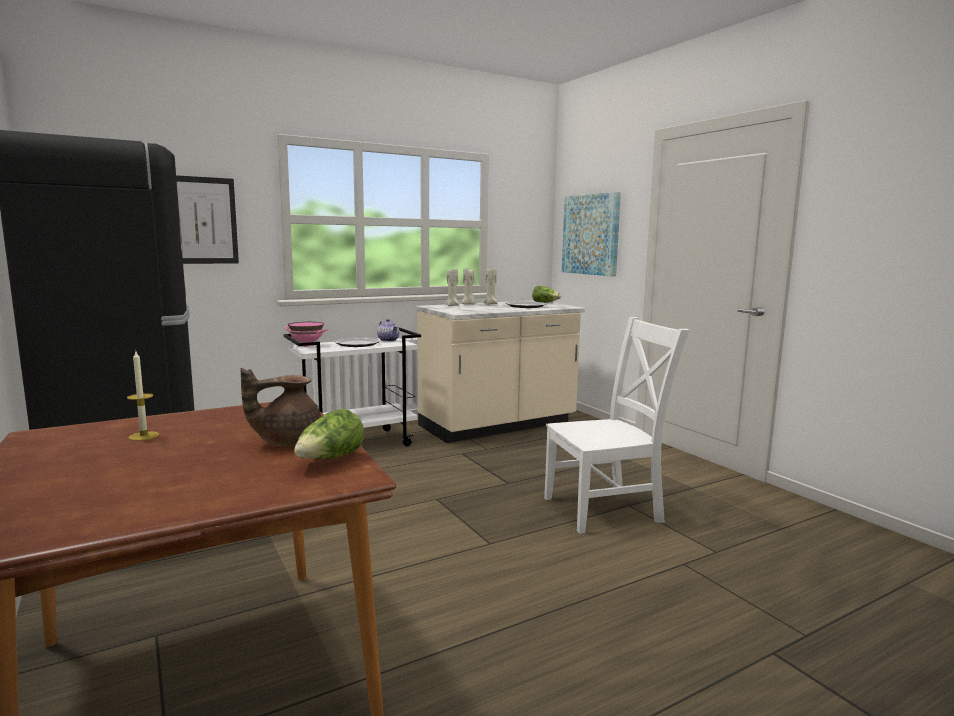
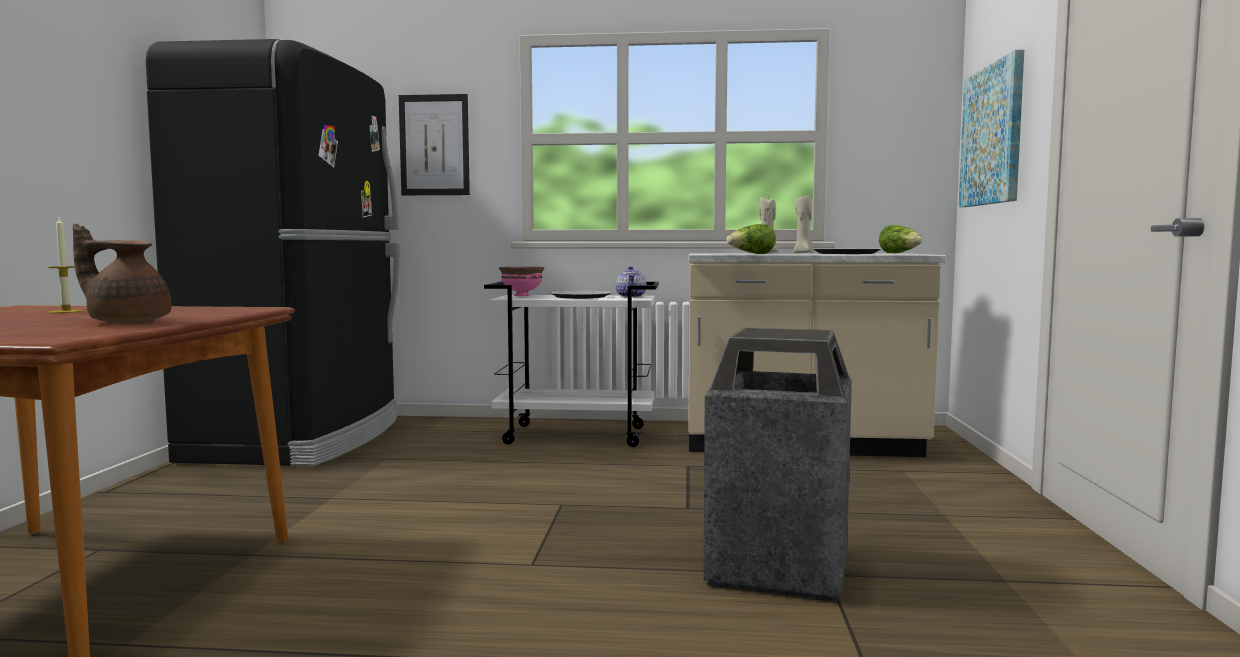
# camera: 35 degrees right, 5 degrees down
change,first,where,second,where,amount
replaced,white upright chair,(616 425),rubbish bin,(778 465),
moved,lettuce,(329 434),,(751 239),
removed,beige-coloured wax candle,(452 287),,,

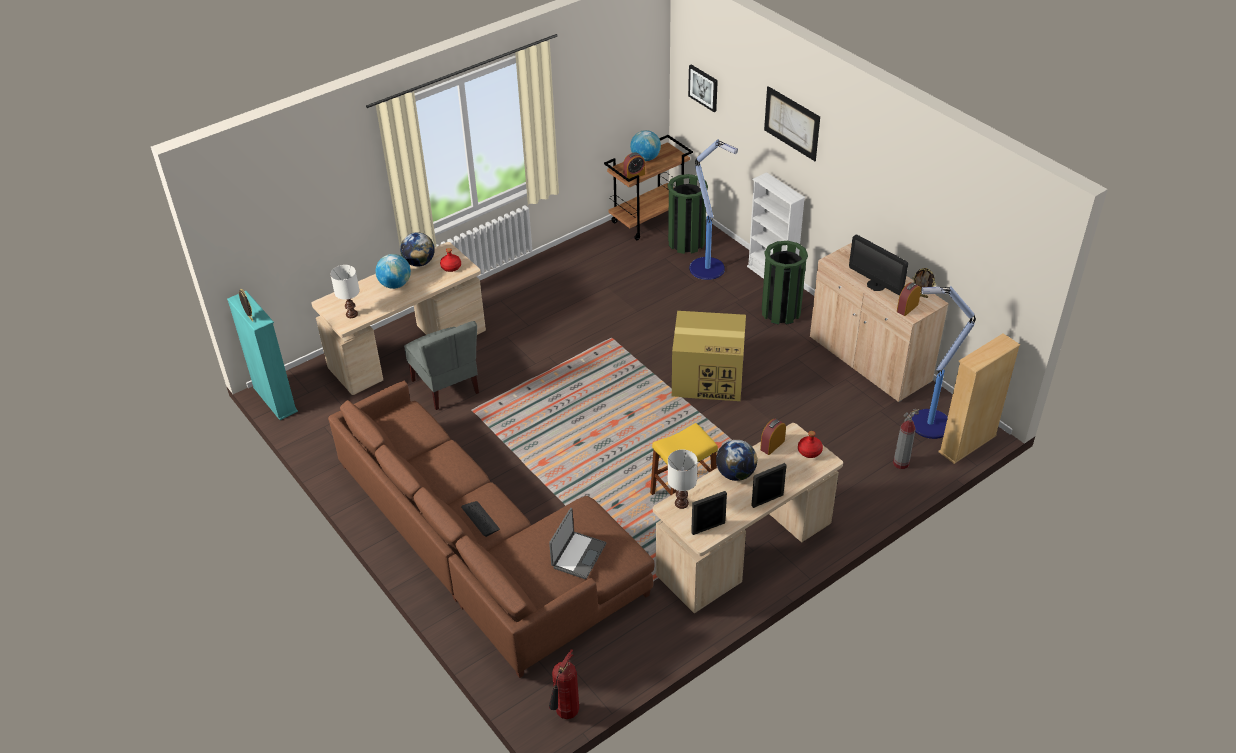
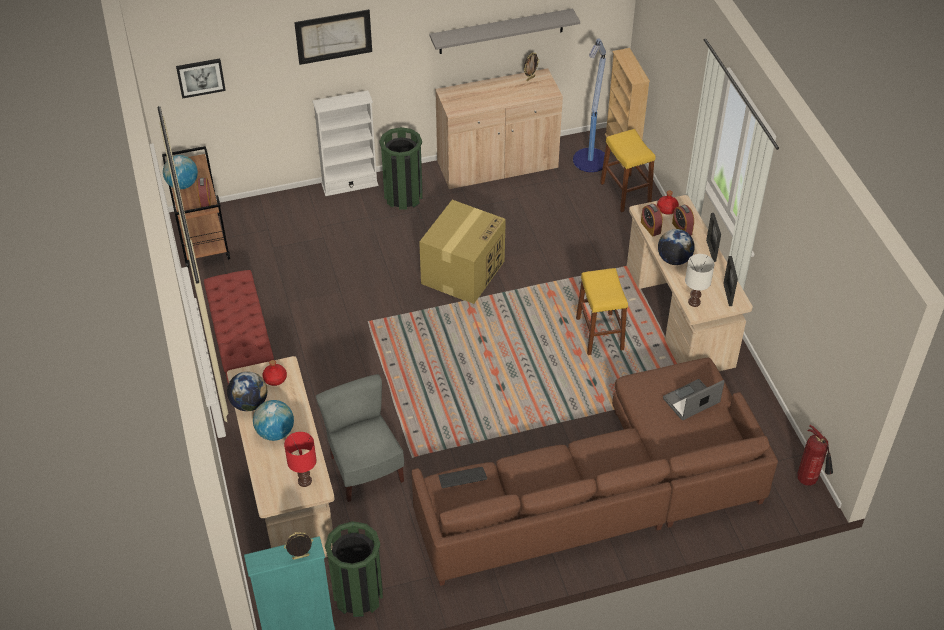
# camera: 70 degrees left, 5 degrees up
change,first,where,second,where,amount
added,,,red-coloured indoor bench,(239 327),
recoloured,white tabletop lamp,(345 291),red-coloured tabletop lamp,(300 459),
turned,gray upright chair,(441 365),,(360 438),105 degrees counterclockwise
moved,green-coloured rubbish bin,(688 214),,(354 569),
added,,,gray wall shelf,(504 31),
moved,computer keyboard,(480 519),,(463 477),
replaced,fire-fighting cylinder,(906 439),yellowish stool,(628 170),
turned,portable computer,(577 543),,(694 399),75 degrees counterclockwise
moved,table clock,(909 299),,(683 220),
removed,standard lamp,(713 209),,,
removed,computer display,(878 265),,,

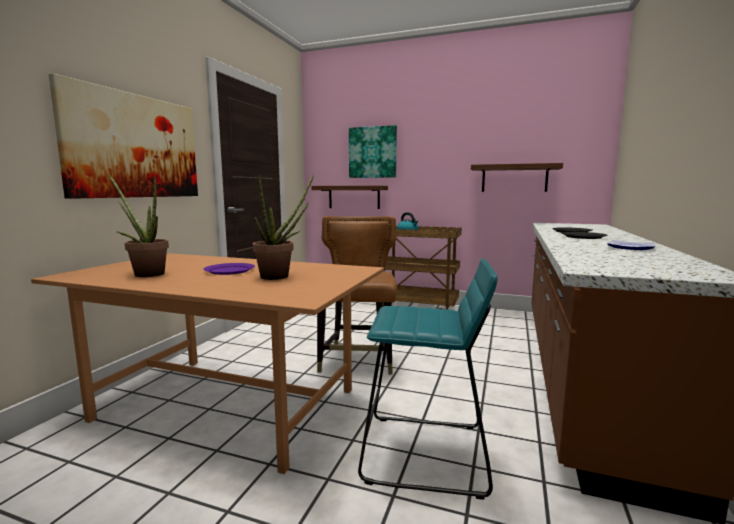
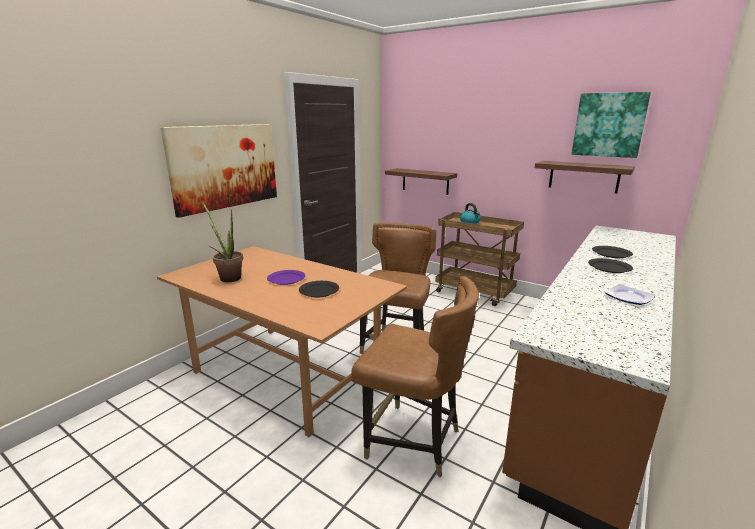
# camera: 15 degrees right, 10 degrees up
change,first,where,second,where,amount
replaced,houseplant,(283 227),black-coloured flat dish,(319 289),
replaced,blue-green stool,(428 379),brown upright chair,(415 376),
moved,picture,(373 151),,(611 125),

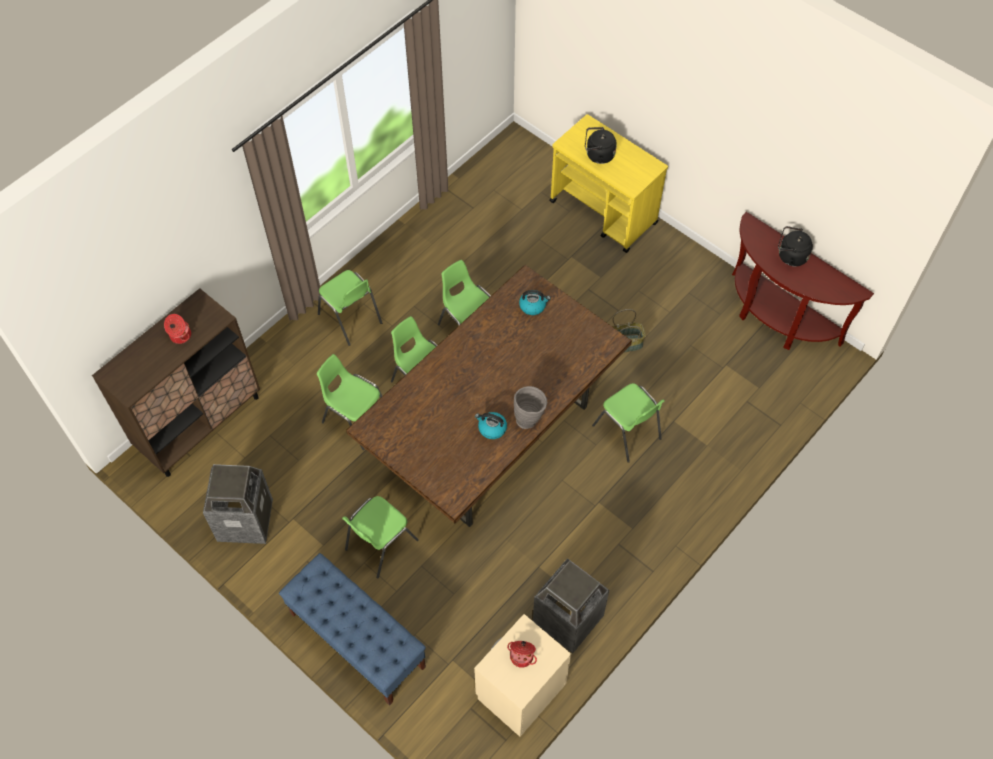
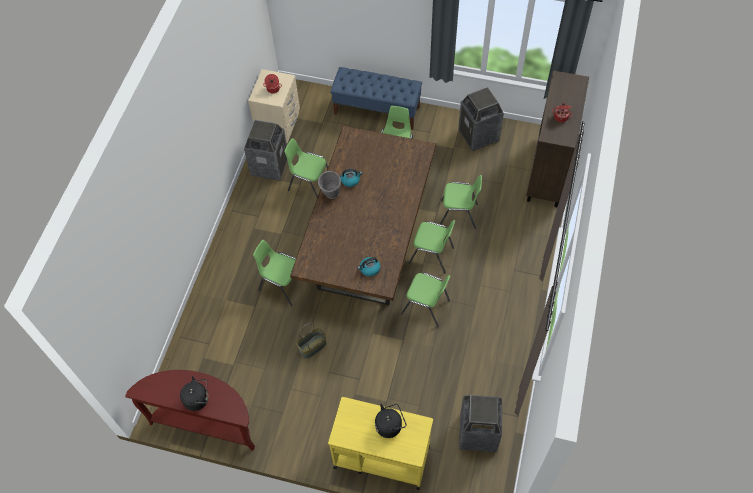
# camera: 155 degrees right, 0 degrees up
change,first,where,second,where,amount
moved,green-coloured upright chair,(350 308),,(306 168),
added,,,rubbish bin,(480 423),

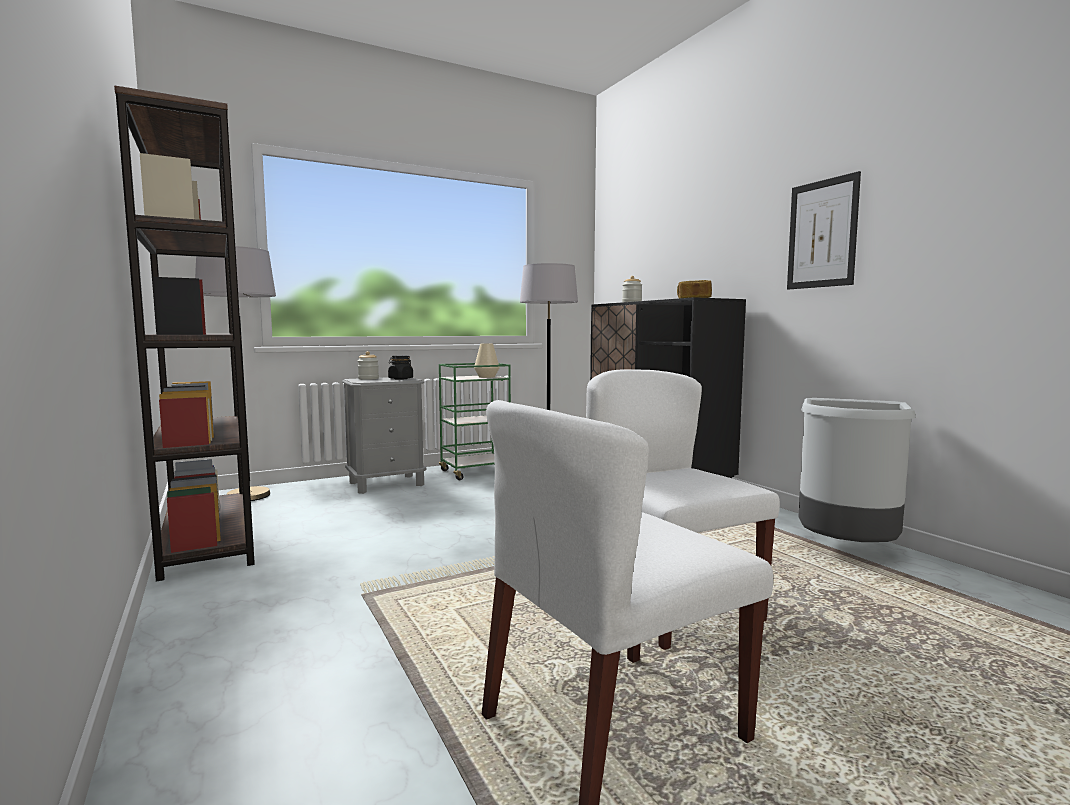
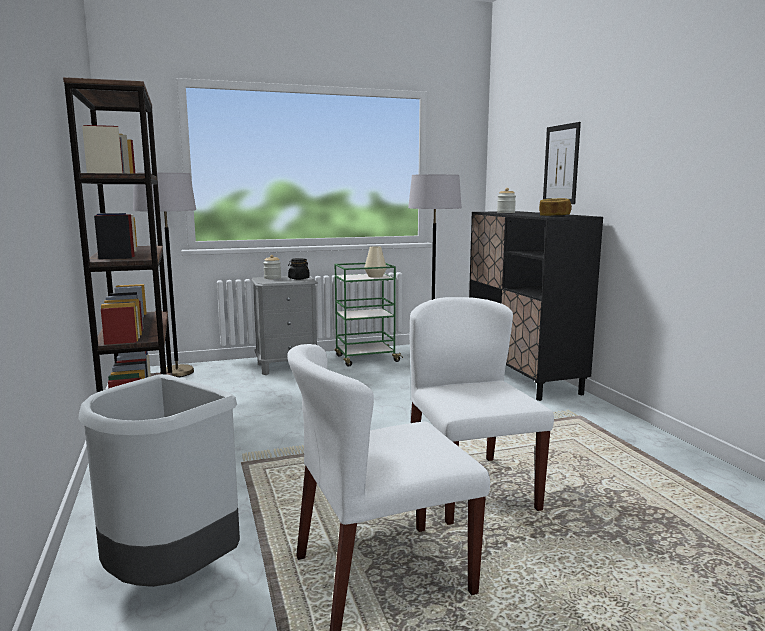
# camera: 10 degrees right, 5 degrees up
change,first,where,second,where,amount
moved,gray rubbish bin,(857 470),,(159 480),
moved,picture,(824 230),,(562 163),

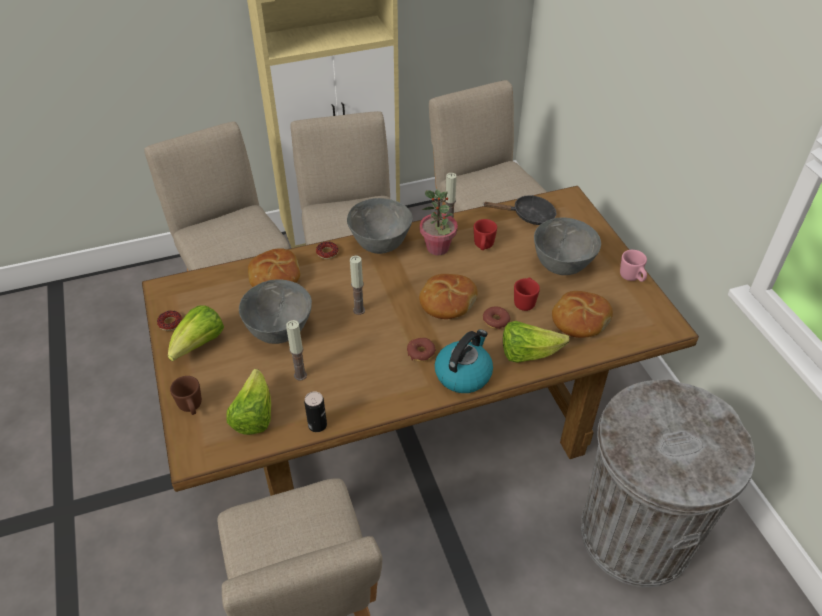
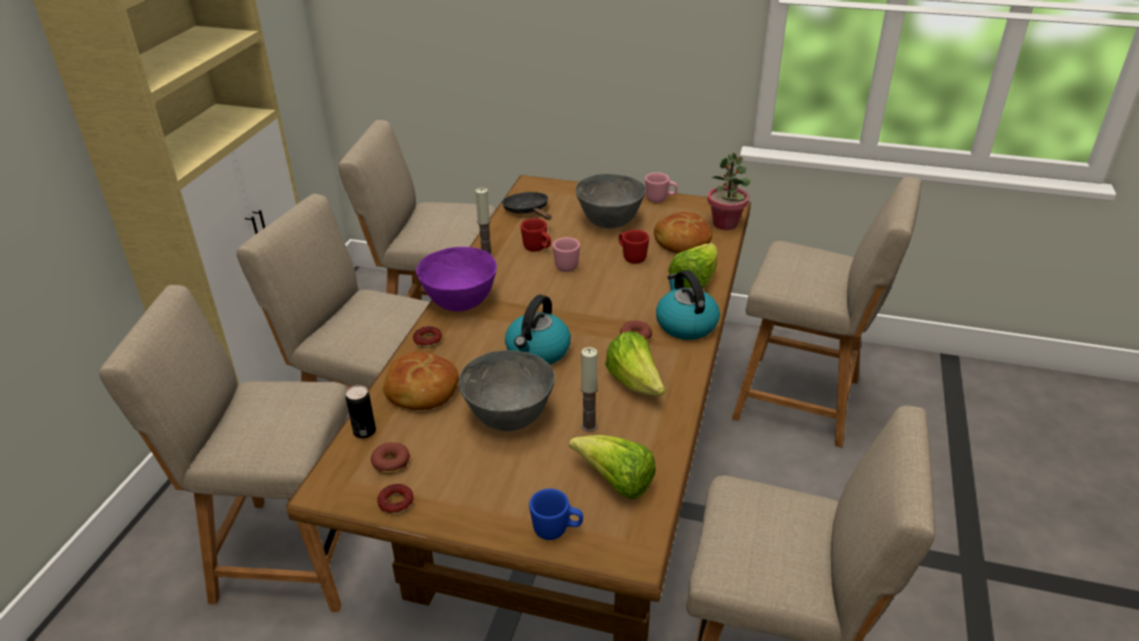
# camera: 55 degrees left, 10 degrees down
change,first,where,second,where,amount
moved,metal can,(315 412),,(361 411),
moved,donut,(496 317),,(390 458),
recoloured,gray deep dish,(379 226),purple-coloured deep dish,(456 279),
turned,black-coloured frying pan,(520 210),,(527 206),60 degrees counterclockwise
replaced,wax candle,(357 285),kettle,(538 330),
recoloured,brown coffee mug,(186 395),blue-coloured coffee mug,(556 514),
added,,,pinkish coffee mug,(566 254),
moved,lettuce,(196 333),,(635 363),
moved,houseplant,(439 222),,(729 191),
replaced,gray rubbish bin,(668 483),beige-coloured upright chair,(827 312),
removed,bakery bread,(448 296),,,

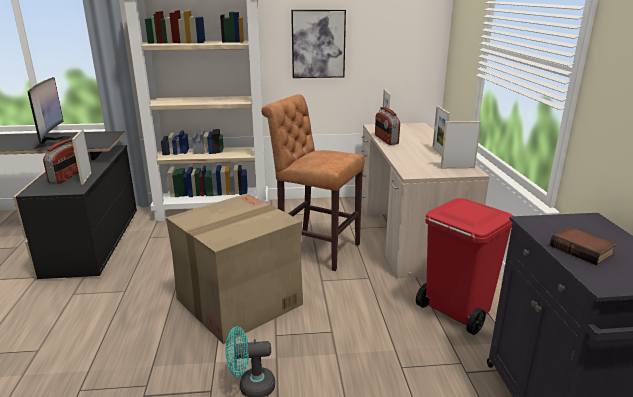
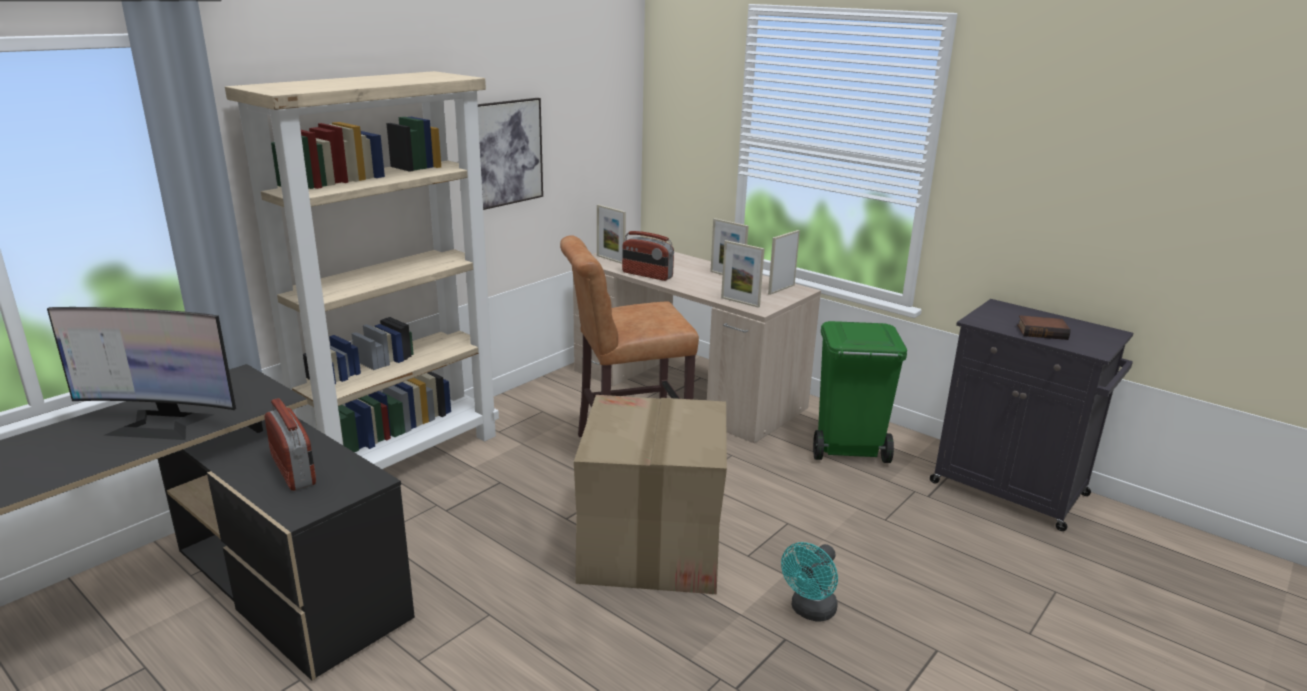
# camera: 45 degrees left, 0 degrees up
change,first,where,second,where,amount
turned,computer display,(50 113),,(141 373),150 degrees clockwise
moved,photo frame,(82 157),,(743 274),
recoloured,red-coloured rubbish bin,(464 266),green-coloured rubbish bin,(860 392),

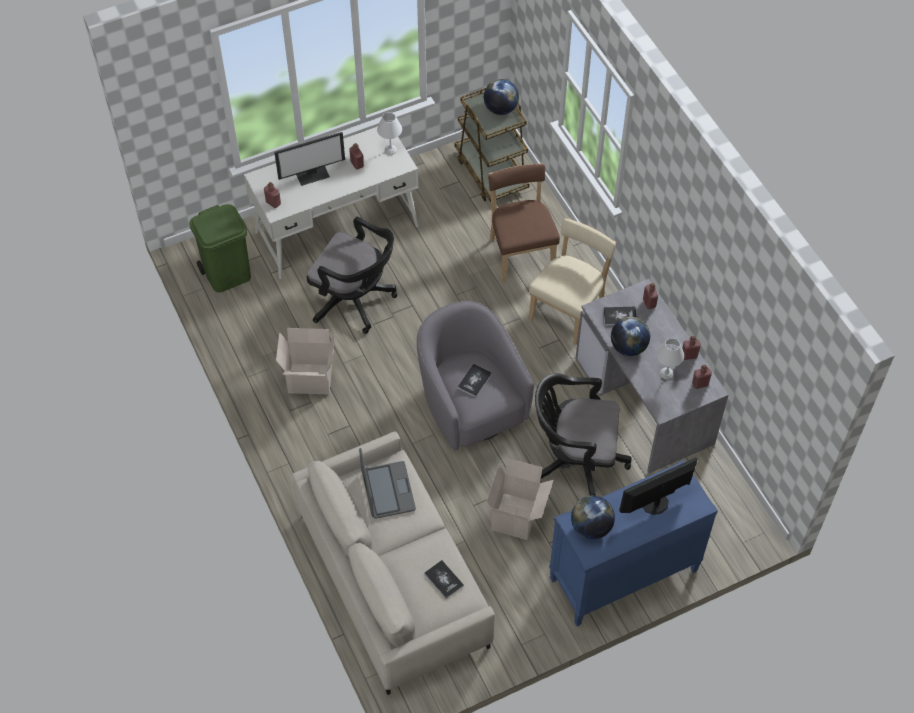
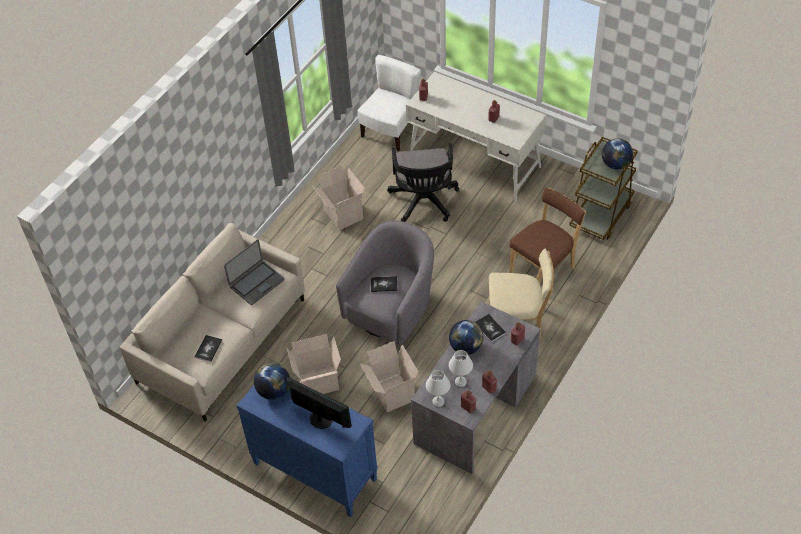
# camera: 60 degrees right, 5 degrees down
change,first,where,second,where,amount
replaced,green-coloured rubbish bin,(220 248),white upright chair,(389 103),
replaced,black-coloured computer chair,(583 434),packing box,(389 376),
moved,white tabletop lamp,(389 133),,(438 388),
removed,computer display,(309 159),,,

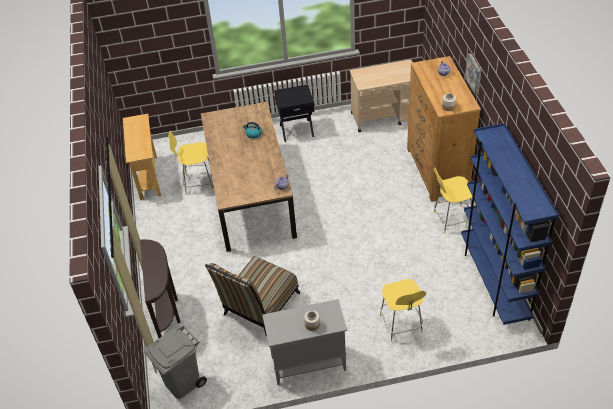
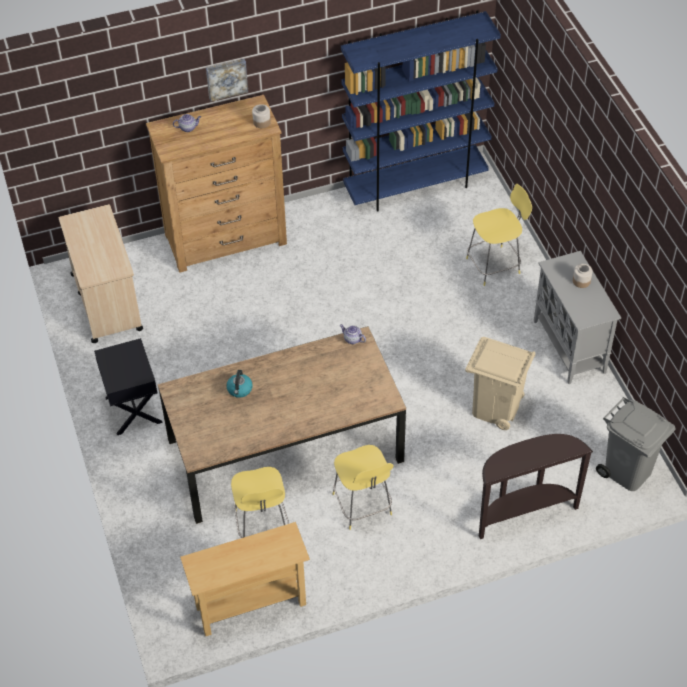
# camera: 100 degrees left, 5 degrees up
change,first,where,second,where,amount
moved,yellowish stool,(453 200),,(363 487),
replaced,upright chair,(253 296),beige-coloured rubbish bin,(500 383),

